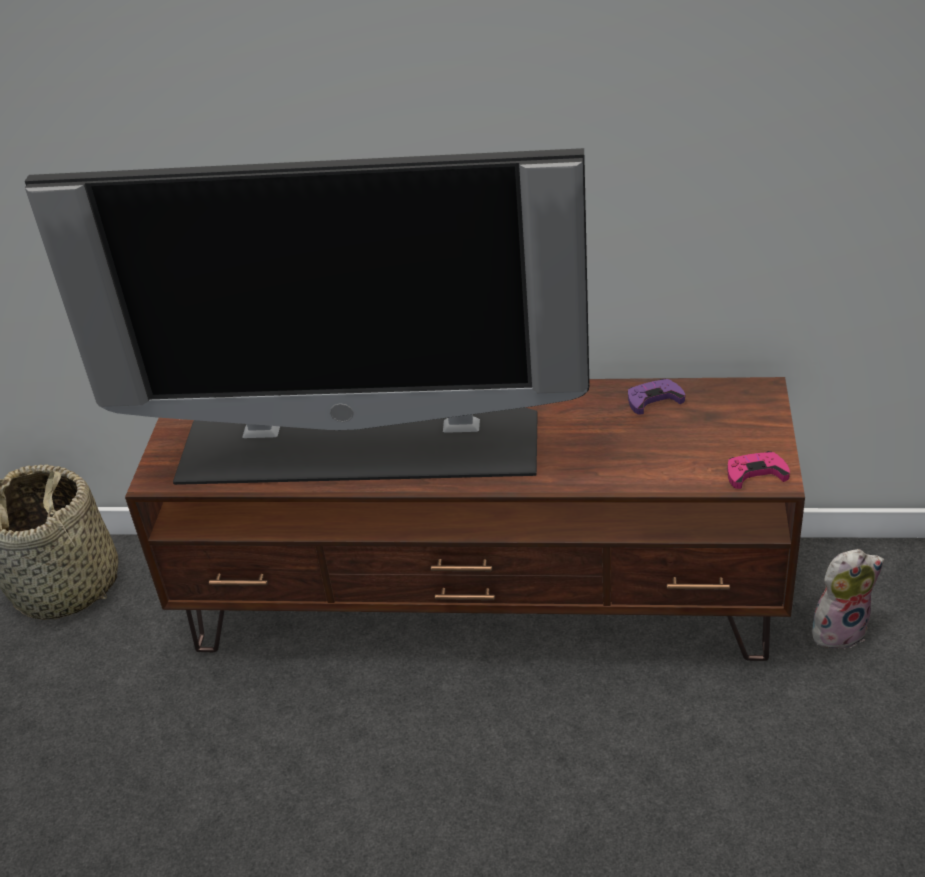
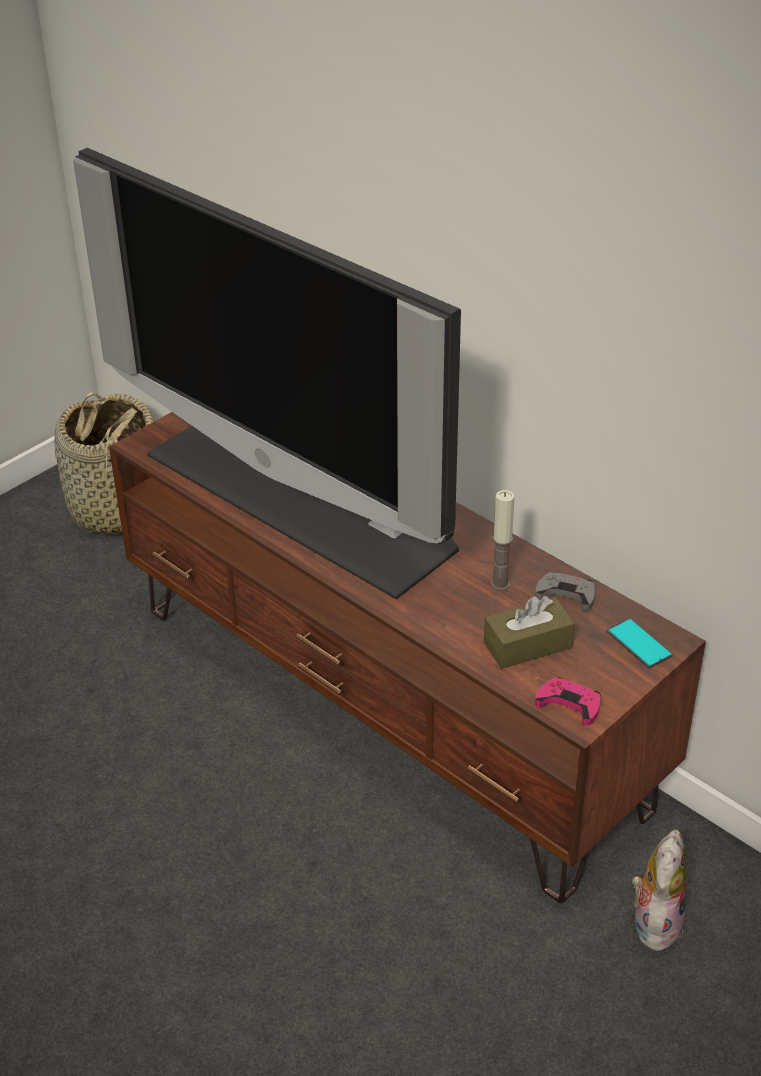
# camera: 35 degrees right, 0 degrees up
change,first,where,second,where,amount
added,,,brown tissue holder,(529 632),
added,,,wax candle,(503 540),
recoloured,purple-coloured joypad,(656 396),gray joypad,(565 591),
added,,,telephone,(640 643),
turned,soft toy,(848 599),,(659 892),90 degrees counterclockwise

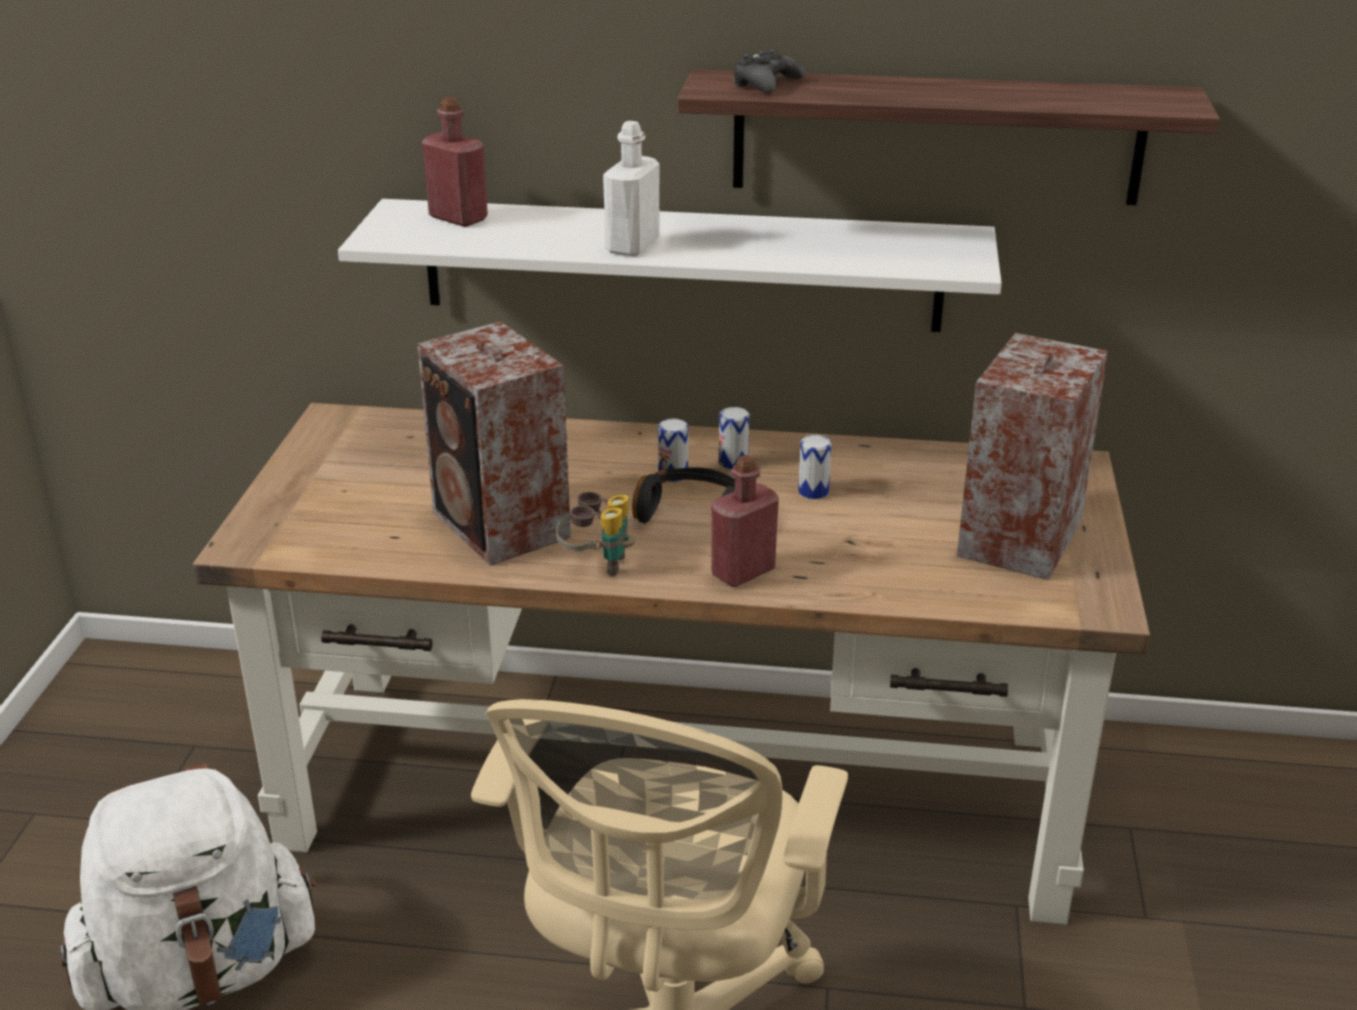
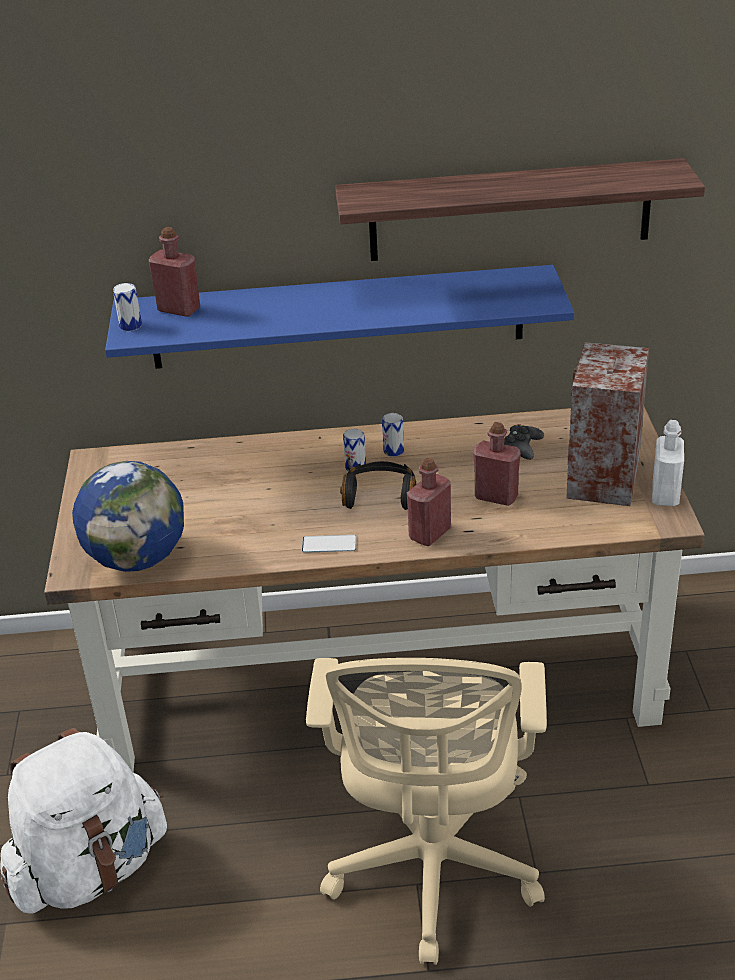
# camera: 10 degrees left, 5 degrees up
change,first,where,second,where,amount
added,,,desk globe,(128 516),
recoloured,white wall shelf,(670 265),blue-coloured wall shelf,(339 317),
moved,metal can,(815 467),,(127 307),
replaced,field glasses,(595 534),telephone,(329 544),
added,,,red-coloured beverage bottle,(497 464),
moved,black-coloured joypad,(769 71),,(524 442),
moved,white beverage bottle,(631 189),,(668 463),
removed,loudspeaker,(494 443),,,

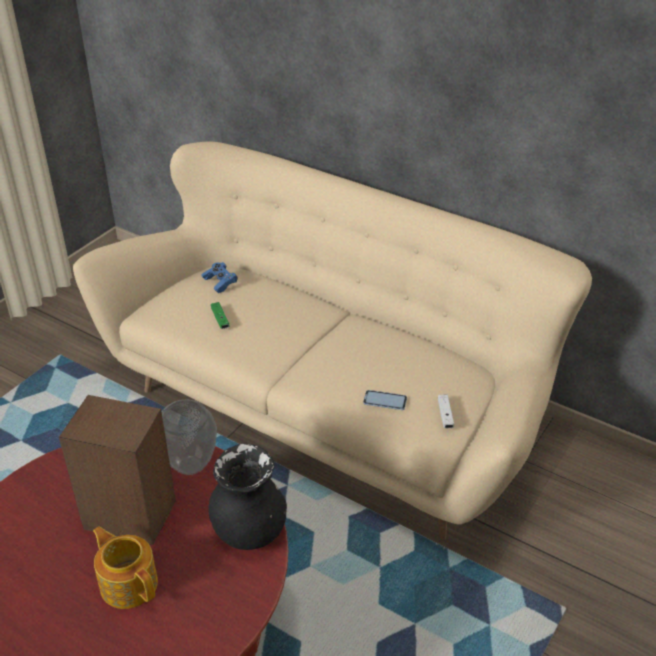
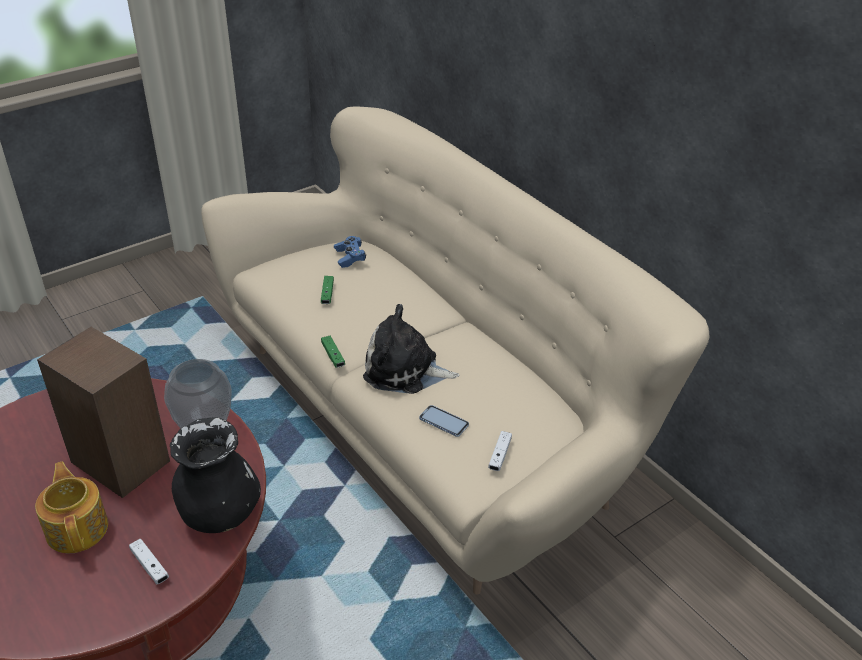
# camera: 20 degrees right, 0 degrees up
change,first,where,second,where,amount
added,,,white joypad,(149 562),
added,,,green-coloured joypad,(333 352),
added,,,soft toy,(411 349),

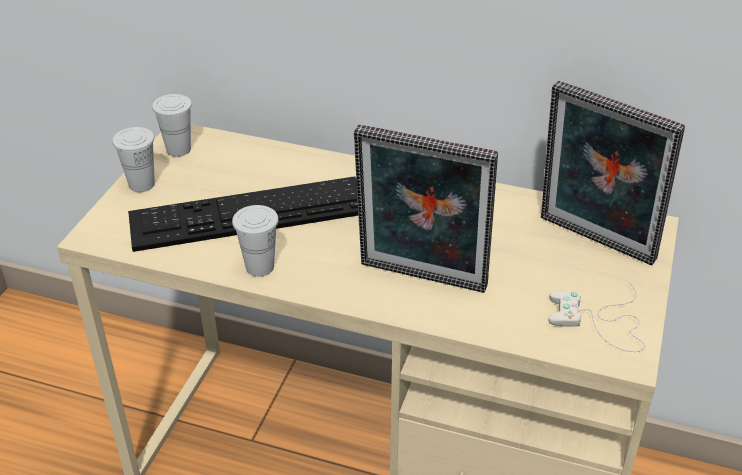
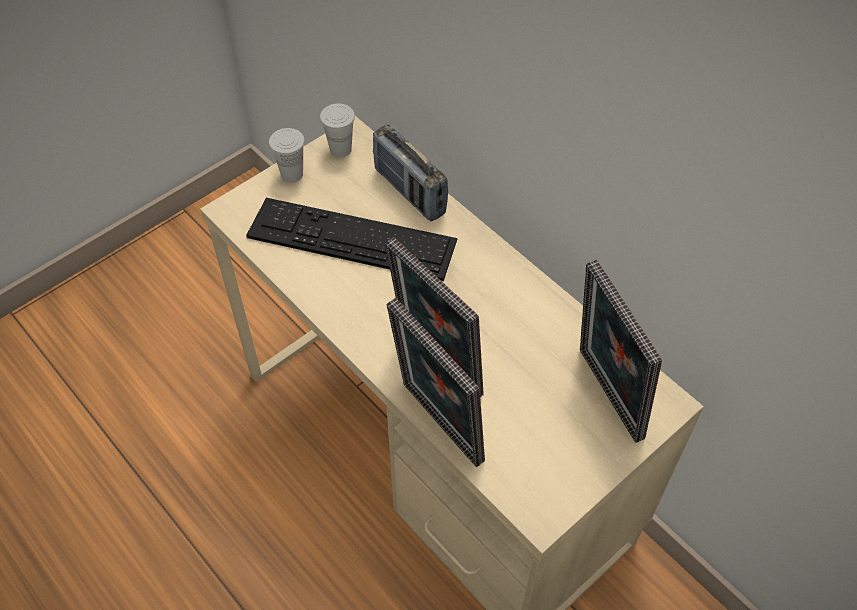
# camera: 30 degrees right, 15 degrees up
change,first,where,second,where,amount
added,,,radio set,(410 173),
added,,,photo frame,(435 382),
removed,white small cup,(255 241),,,
removed,white joypad,(596 316),,,

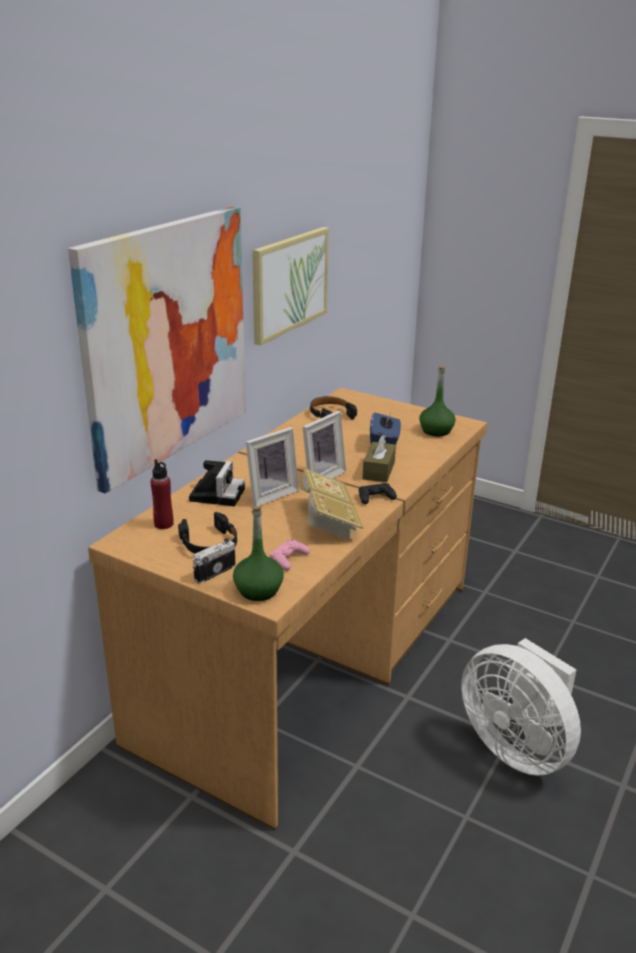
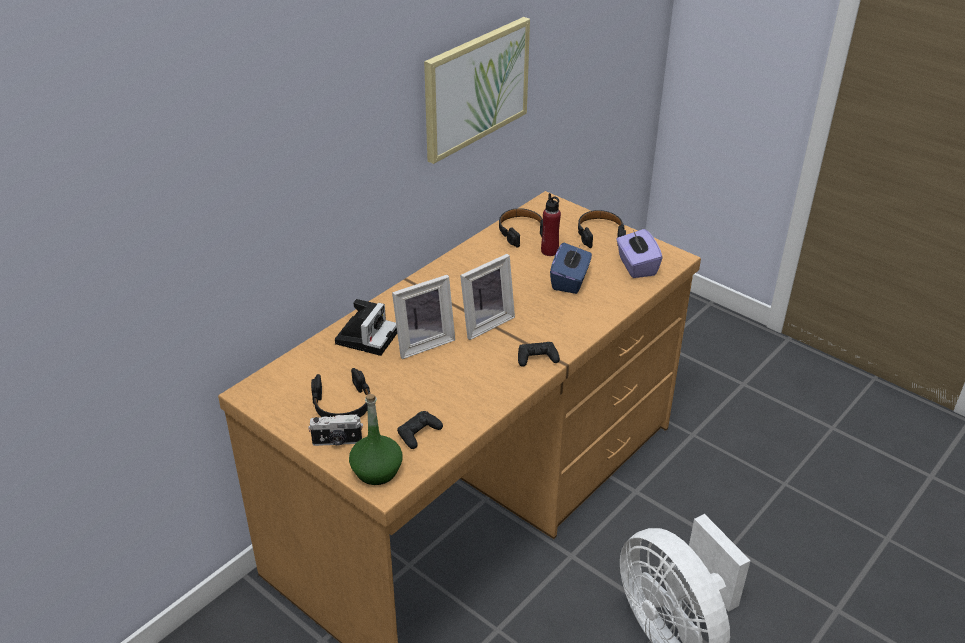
# camera: 10 degrees right, 10 degrees up
change,first,where,second,where,amount
turned,still camera,(214 561),,(335 430),150 degrees counterclockwise
recoloured,pinkish joypad,(289 555),black-coloured joypad,(420 430),
moved,red-coloured beverage bottle,(162 494),,(551 224),
added,,,black-coloured headset,(602 229),
replaced,green-coloured beverage bottle,(437 400),purple-coloured tissue holder,(639 253),
removed,picture,(157 349),,,
removed,bound book,(330 503),,,
removed,brown tissue holder,(379 459),,,

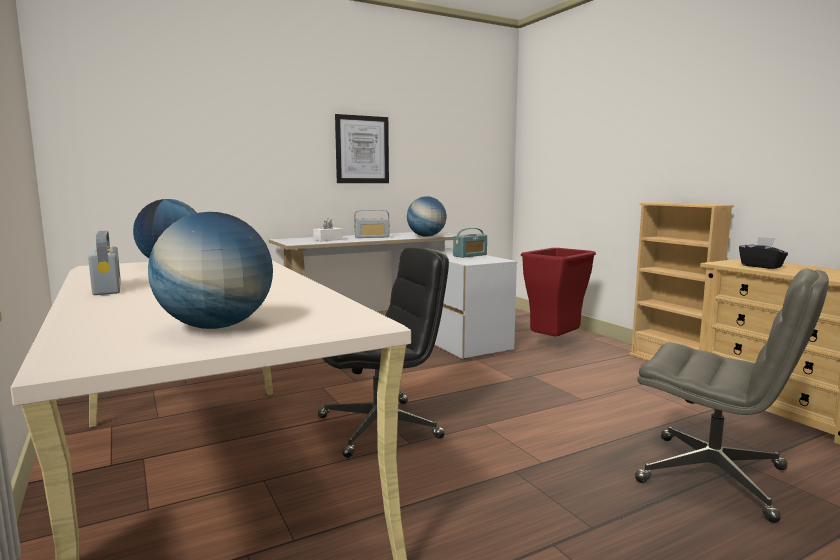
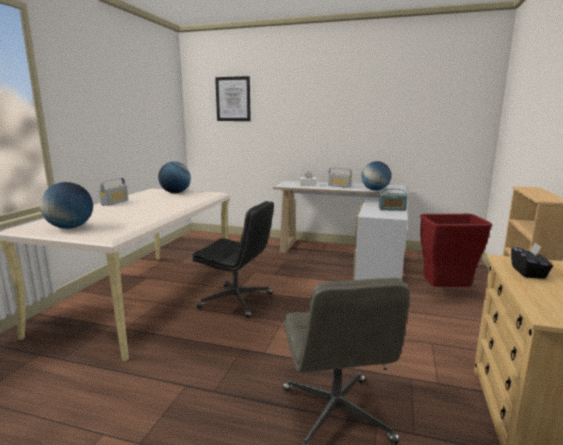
# camera: 45 degrees right, 5 degrees up
change,first,where,second,where,amount
moved,picture,(362 148),,(233 98),

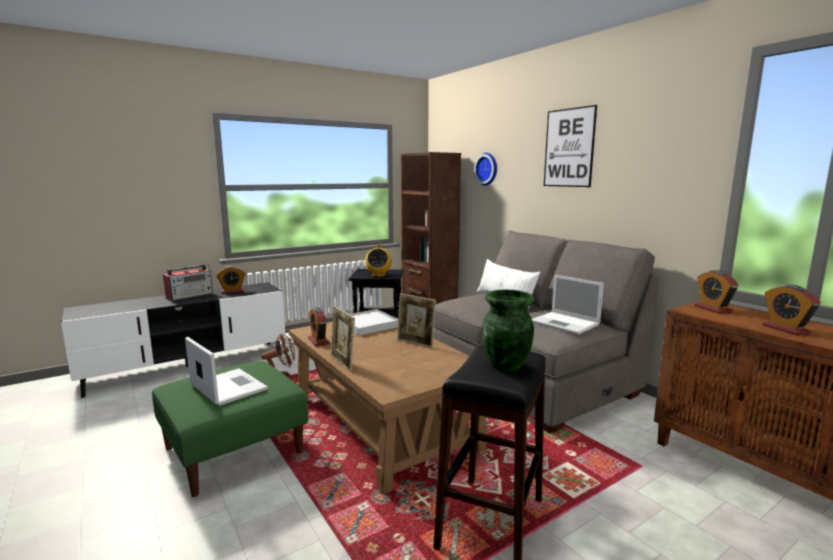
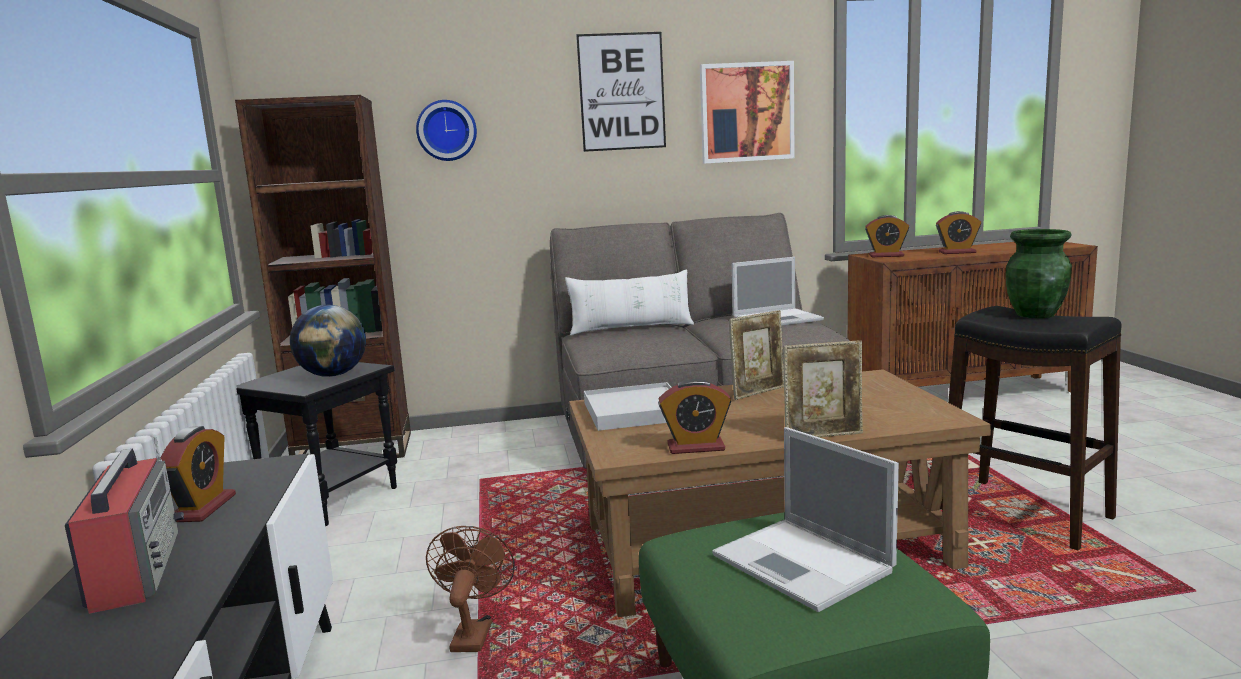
# camera: 65 degrees left, 0 degrees up
change,first,where,second,where,amount
replaced,radio set,(378 260),desk globe,(328 341),
added,,,picture,(747 112),
turned,portable computer,(226 371),,(805 519),105 degrees counterclockwise

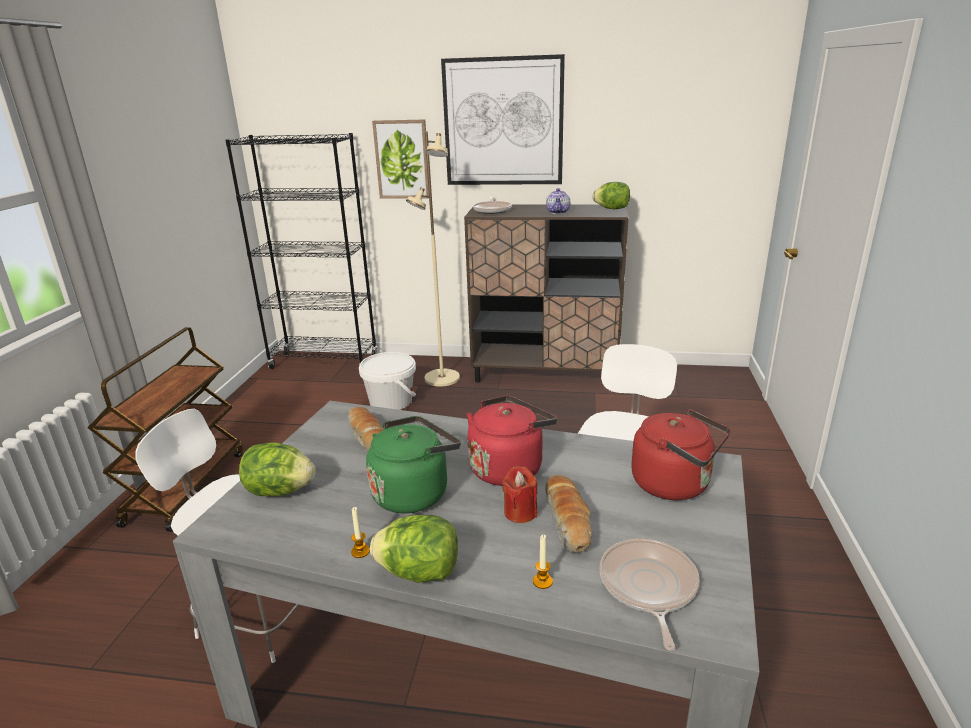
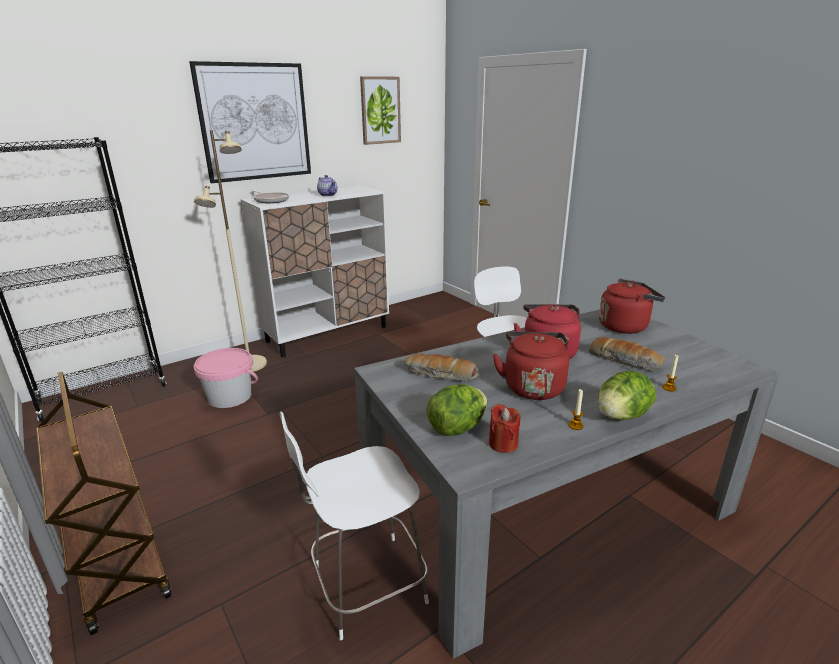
# camera: 45 degrees left, 0 degrees up
change,first,where,second,where,amount
recoloured,white water bucket,(387 381),pinkish water bucket,(226 378),
recoloured,brown cabinet,(546 293),white cabinet,(315 271),
moved,picture,(400 159),,(380 110),
moved,red-coloured wax candle,(520 494),,(504 428),
recoloured,green-coloured kettle,(413 464),red-coloured kettle,(531 365),
removed,lettuce,(611 195),,,
removed,frying pan,(650 595),,,

